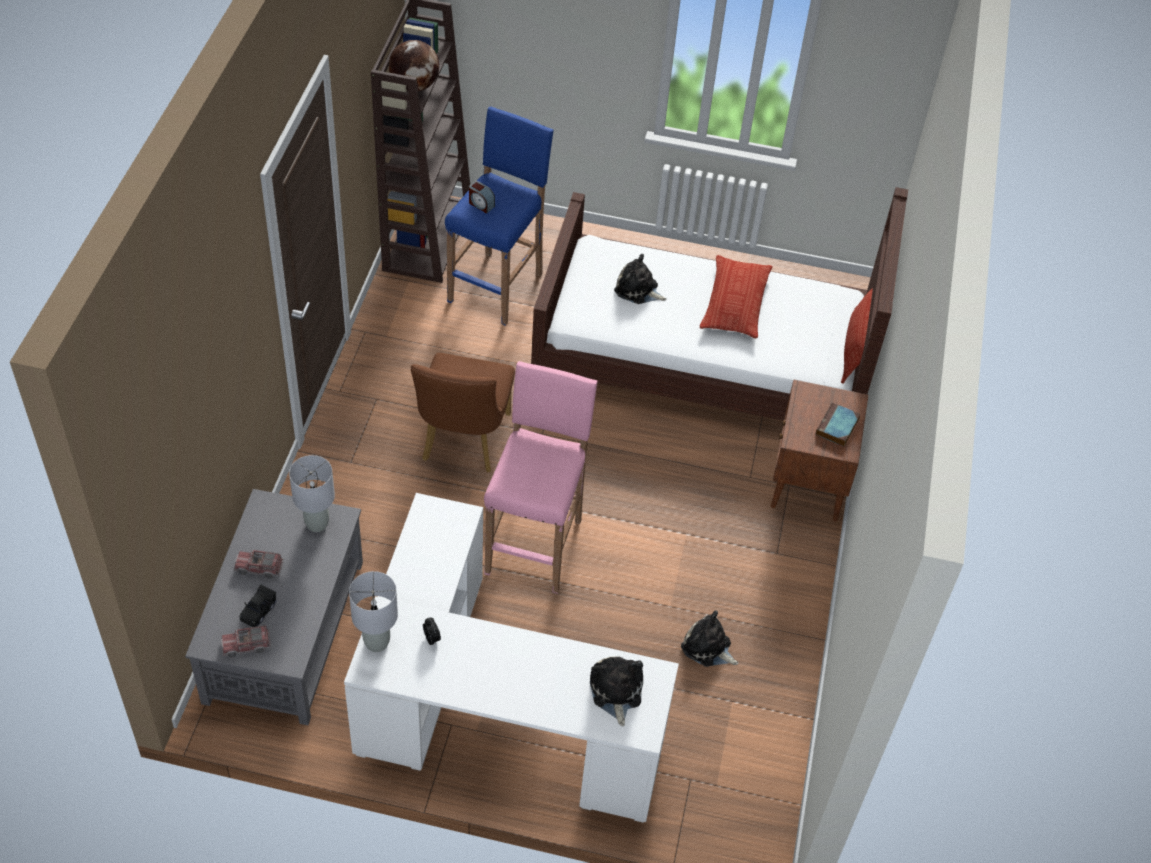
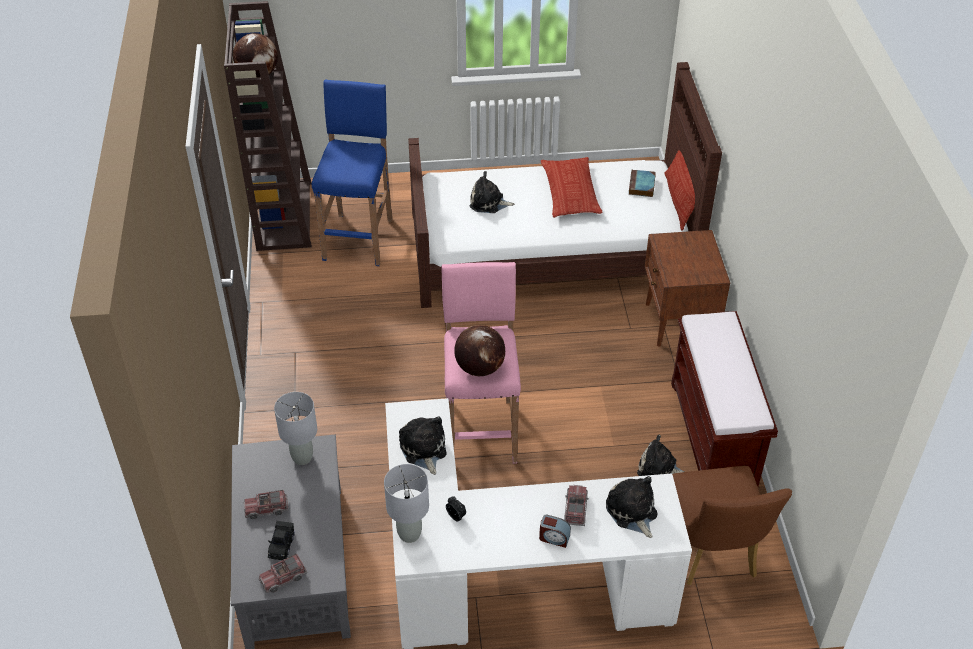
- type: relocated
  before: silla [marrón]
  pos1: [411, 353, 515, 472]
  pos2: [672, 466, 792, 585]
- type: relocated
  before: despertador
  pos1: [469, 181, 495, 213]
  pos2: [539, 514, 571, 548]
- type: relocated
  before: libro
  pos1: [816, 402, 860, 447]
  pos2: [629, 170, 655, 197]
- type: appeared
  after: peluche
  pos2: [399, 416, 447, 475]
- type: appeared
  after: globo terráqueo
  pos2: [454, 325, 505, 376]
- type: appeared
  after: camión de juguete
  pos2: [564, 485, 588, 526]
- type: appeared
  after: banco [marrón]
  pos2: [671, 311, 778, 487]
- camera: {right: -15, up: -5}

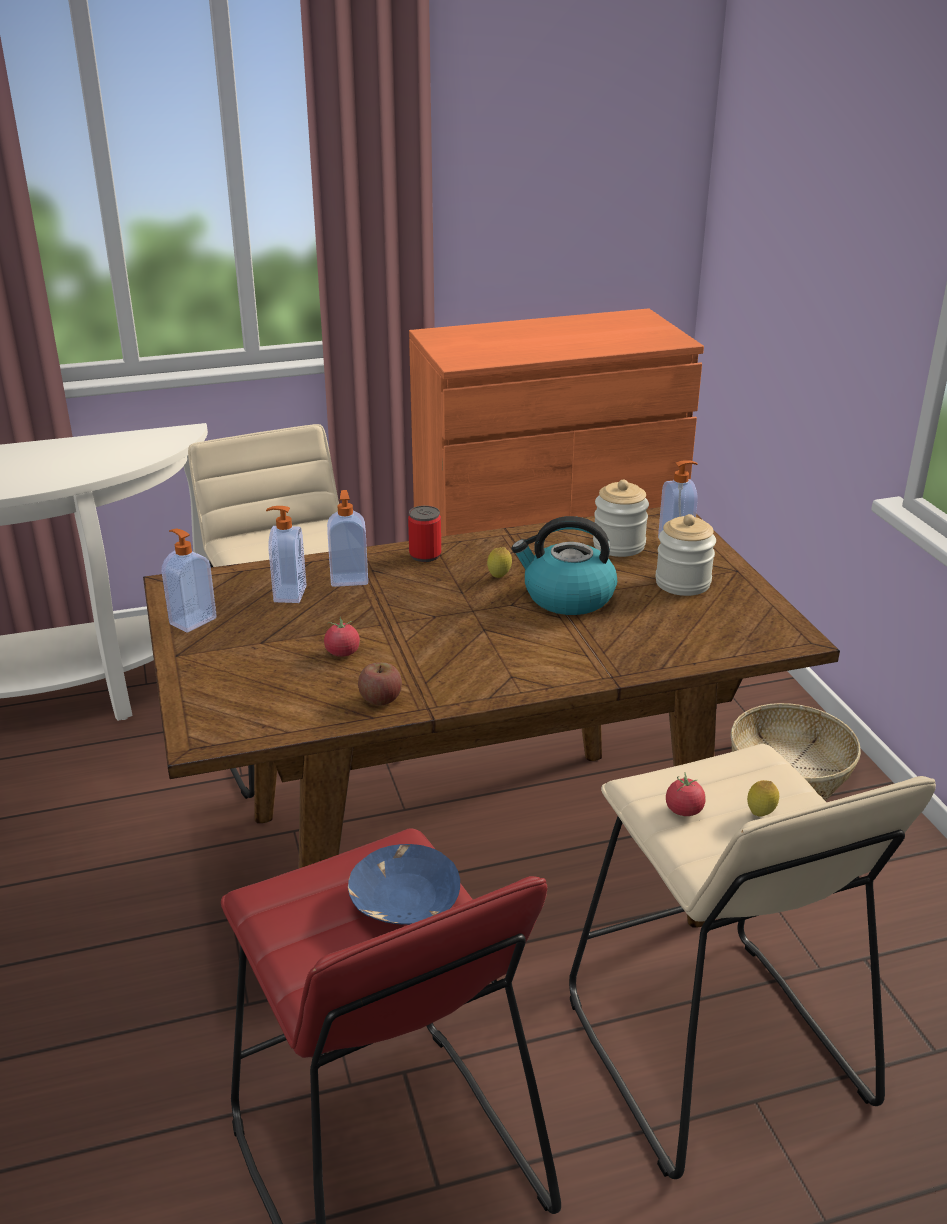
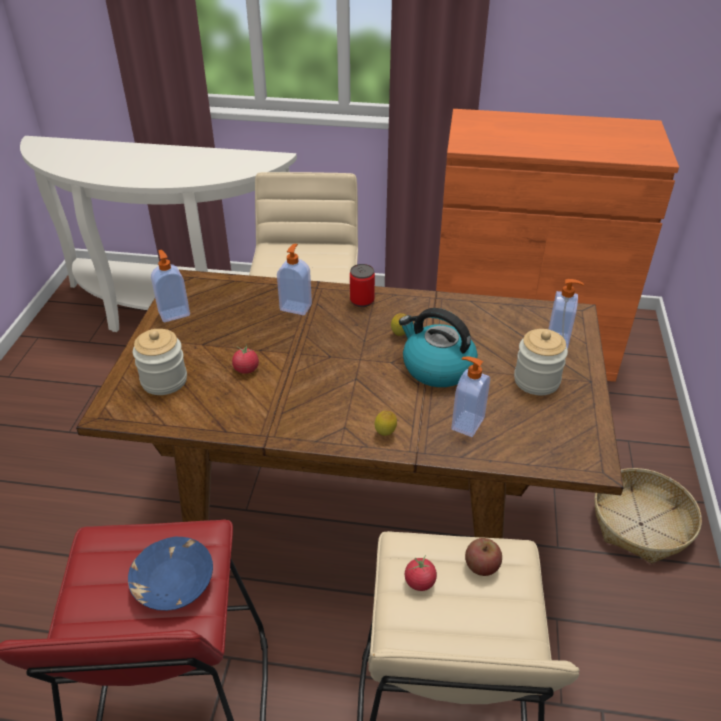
- type: relocated
  before: dispensador de jabón
  pos1: [266, 506, 306, 603]
  pos2: [451, 357, 490, 437]
- type: relocated
  before: manzana
  pos1: [358, 662, 402, 705]
  pos2: [465, 538, 502, 576]
- type: relocated
  before: tarro
  pos1: [593, 480, 649, 557]
  pos2: [133, 329, 187, 395]
- type: relocated
  before: limón
  pos1: [747, 780, 779, 817]
  pos2: [375, 411, 397, 436]
- camera: {right: 25, up: 10}

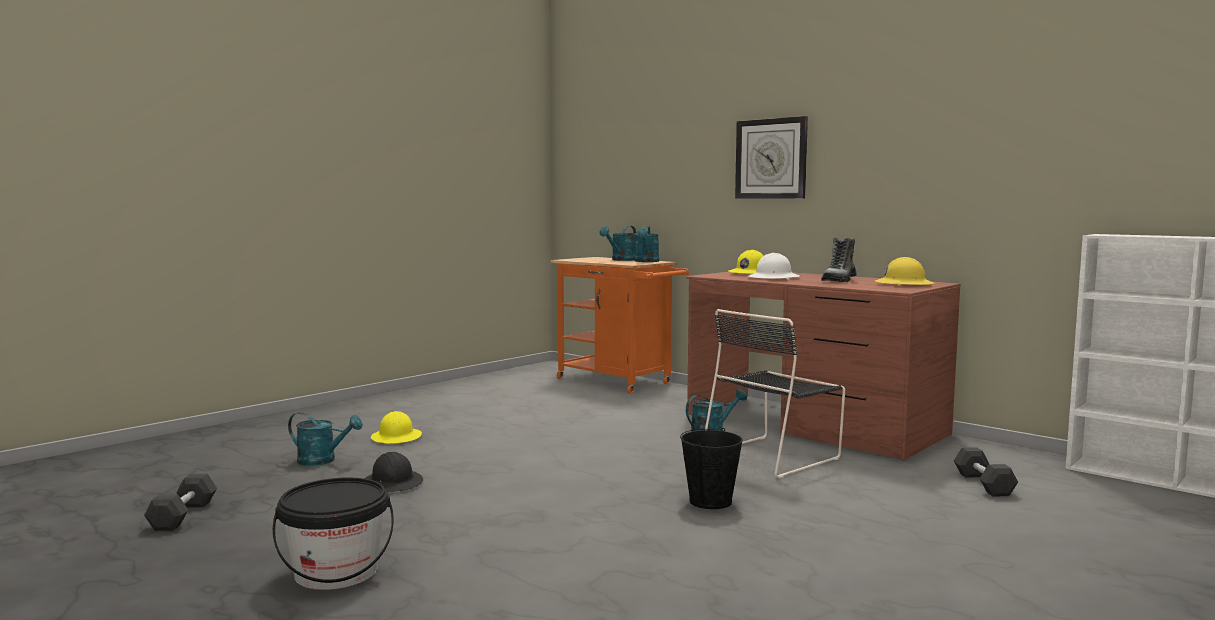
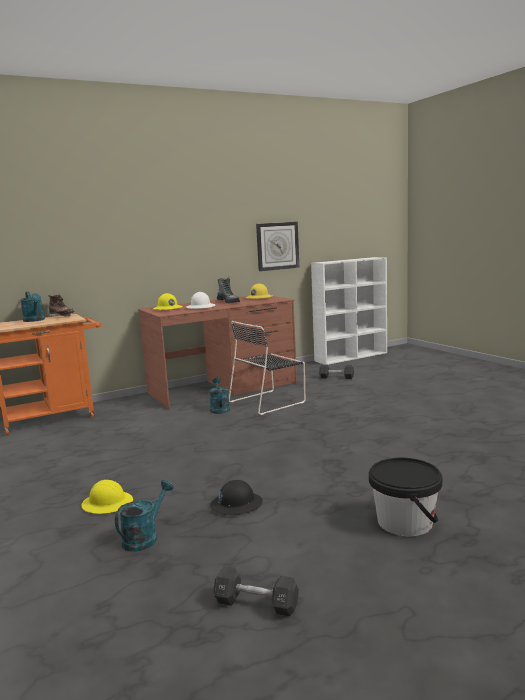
- type: exchanged
  before: regadera [turquesa]
  after: bota [marrón]
  pos1: [635, 226, 659, 262]
  pos2: [48, 294, 74, 317]
- type: missing
  before: cubo [negro]
  pos1: [680, 428, 743, 509]
- type: spun
  before: silla [negro]
  pos1: [705, 309, 845, 478]
  pos2: [229, 321, 305, 415]
  turn: 75
- type: relocated
  before: reloj de pared
  pos1: [735, 116, 808, 199]
  pos2: [256, 222, 299, 271]
- camera: {right: -70, up: 5}

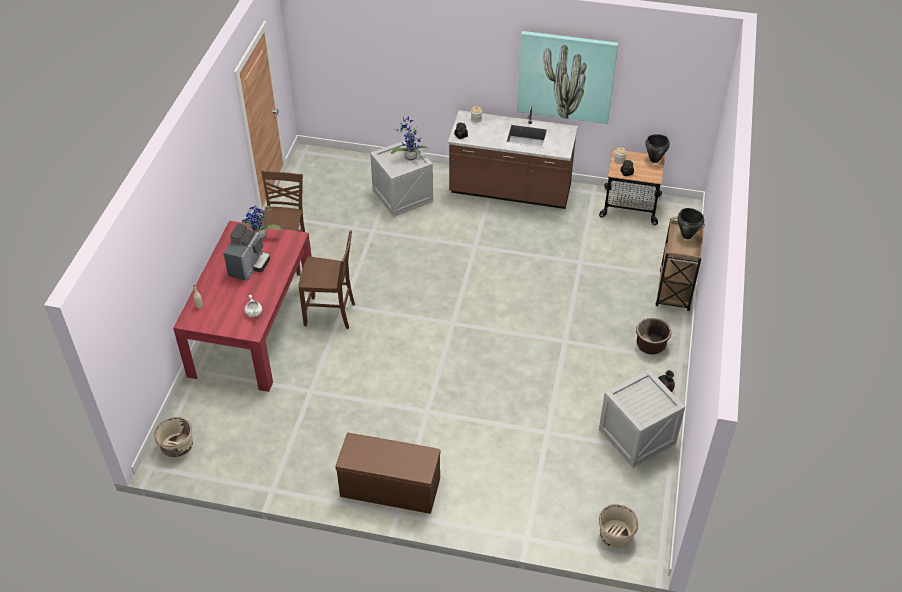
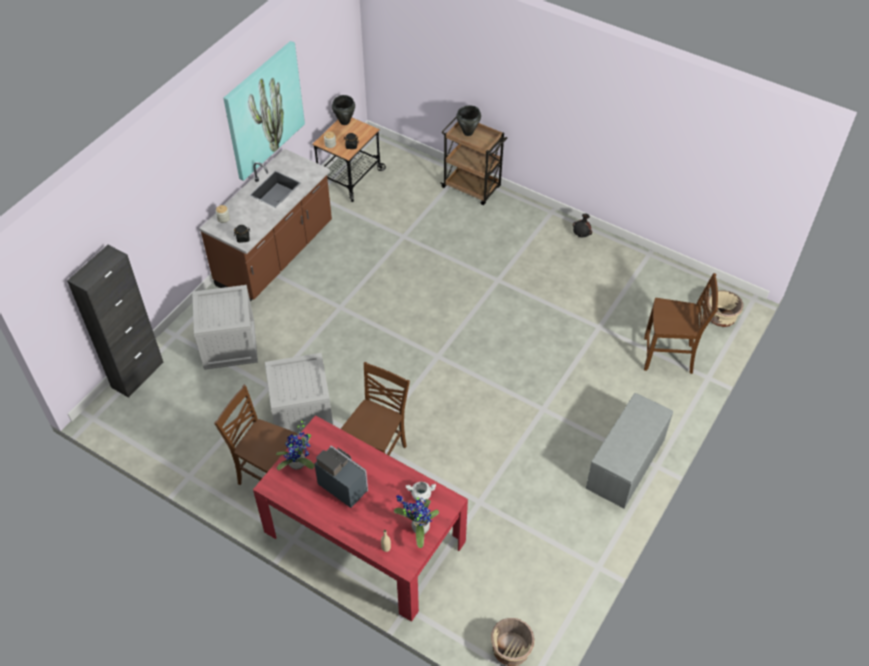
- type: colour
  before: banco [marrón]
  after: banco [gris]
  pos1: [335, 433, 441, 514]
  pos2: [586, 393, 673, 508]
- type: relocated
  before: planta en maceta
  pos1: [391, 116, 428, 161]
  pos2: [394, 494, 439, 548]
- type: relocated
  before: caja de embalaje
  pos1: [599, 369, 685, 468]
  pos2: [265, 353, 333, 435]
- type: missing
  before: maceta [marrón]
  pos1: [636, 318, 671, 355]
- type: appeared
  after: armario [negro]
  pos2: [67, 245, 164, 398]
- type: appeared
  after: silla [marrón]
  pos2: [644, 273, 718, 374]
- camera: {right: -70, up: 5}

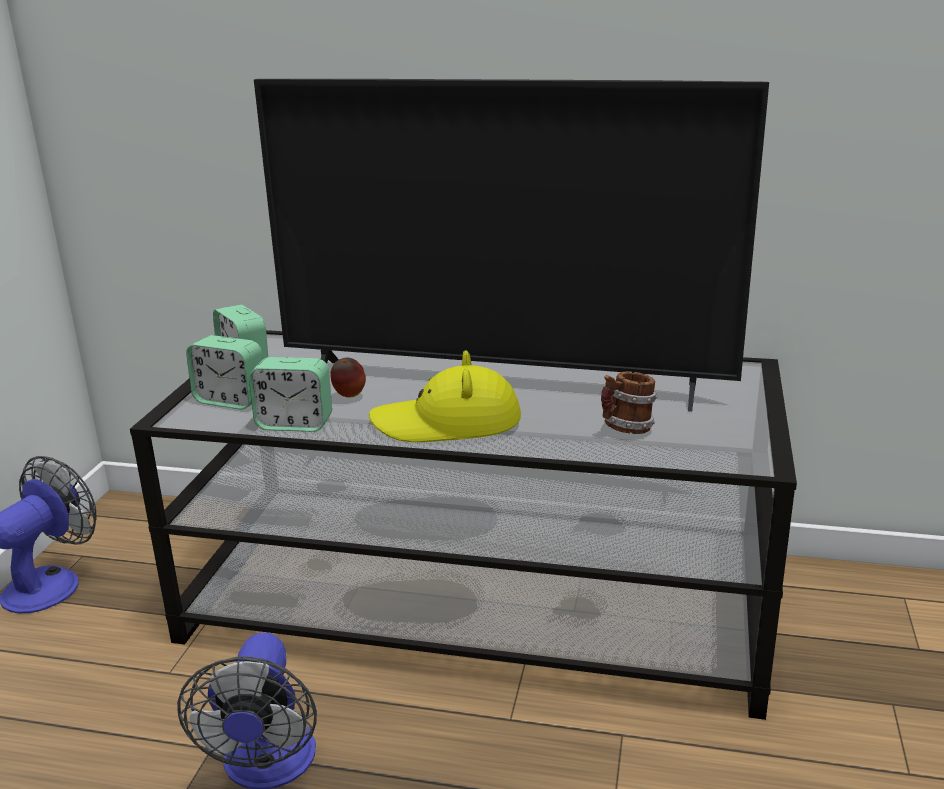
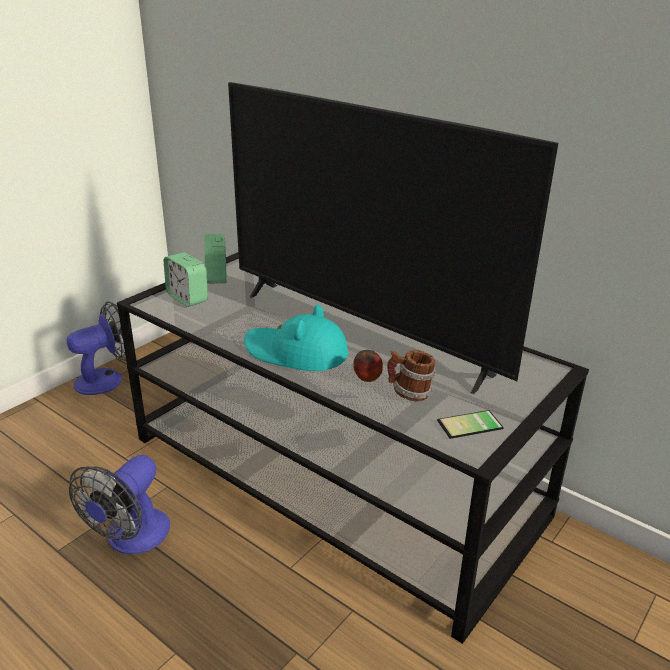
- type: missing
  before: despertador
  pos1: [249, 357, 332, 432]
- type: relocated
  before: manzana
  pos1: [330, 357, 366, 398]
  pos2: [353, 350, 383, 382]
- type: colour
  before: sombrero [amarillo]
  after: sombrero [turquesa]
  pos1: [369, 351, 521, 442]
  pos2: [244, 304, 348, 371]
- type: appeared
  after: móvil
  pos2: [437, 410, 504, 439]
- camera: {right: 25, up: 5}

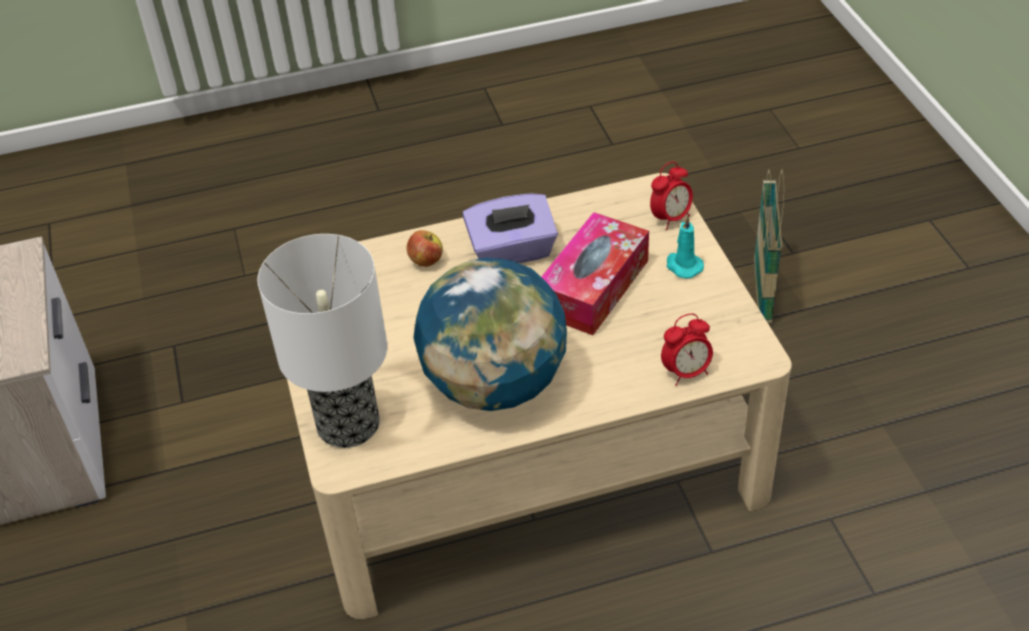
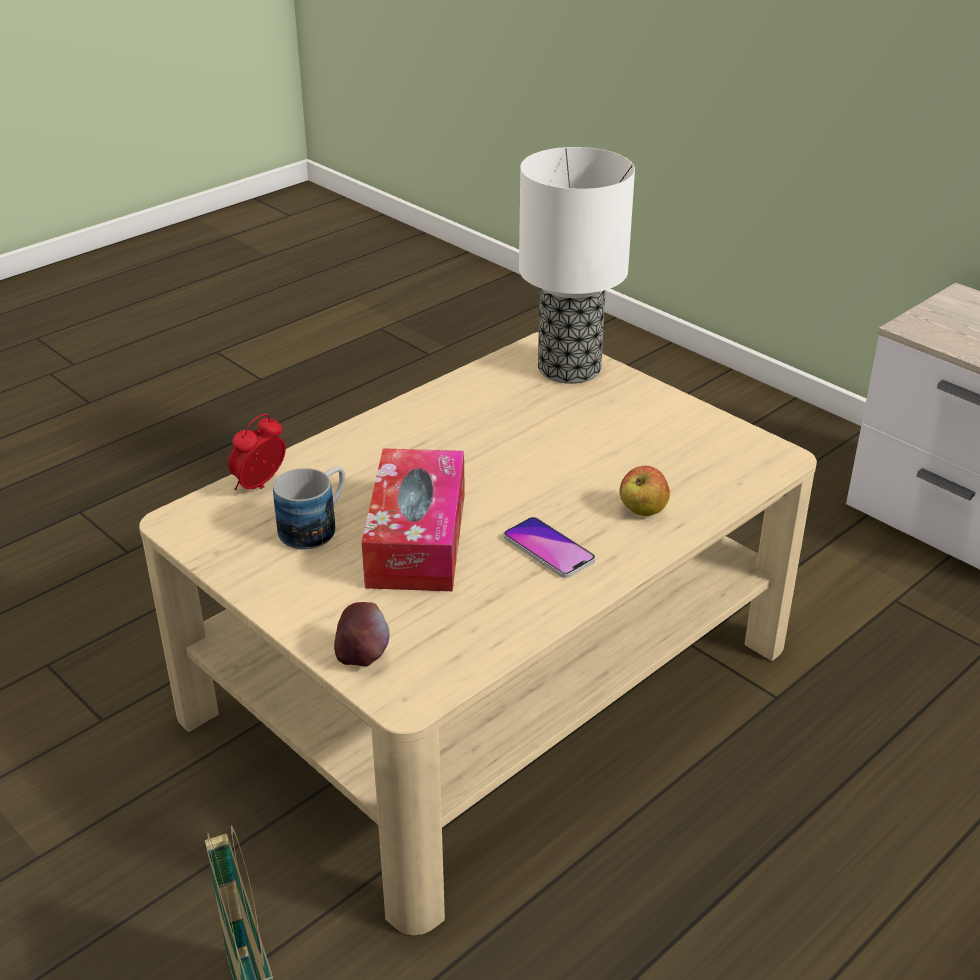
- type: missing
  before: globo terráqueo
  pos1: [413, 257, 567, 411]
- type: exchanged
  before: caja de pañuelos [morado]
  after: móvil
  pos1: [462, 193, 558, 263]
  pos2: [504, 517, 595, 578]
- type: exchanged
  before: despertador
  after: manzana
  pos1: [650, 161, 693, 230]
  pos2: [334, 602, 389, 667]
- type: missing
  before: vela [turquesa]
  pos1: [667, 215, 704, 279]
- type: appeared
  after: taza grande
  pos2: [273, 466, 345, 549]
- camera: {right: 150, up: -10}

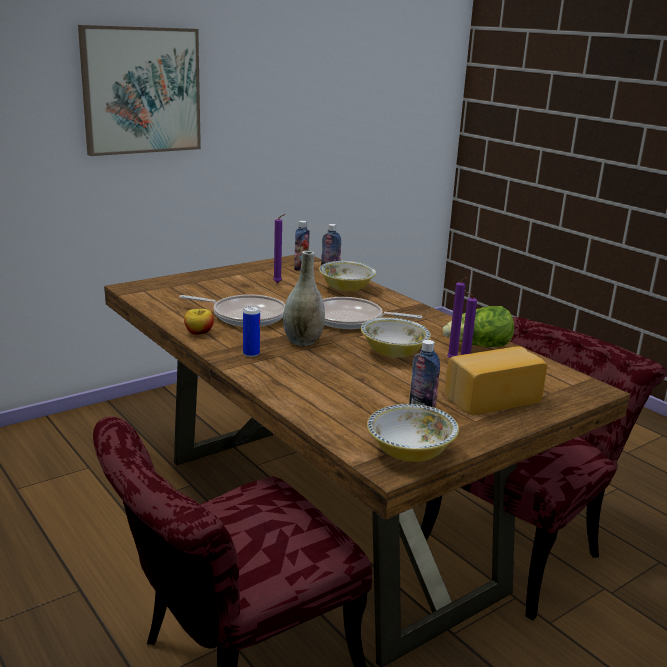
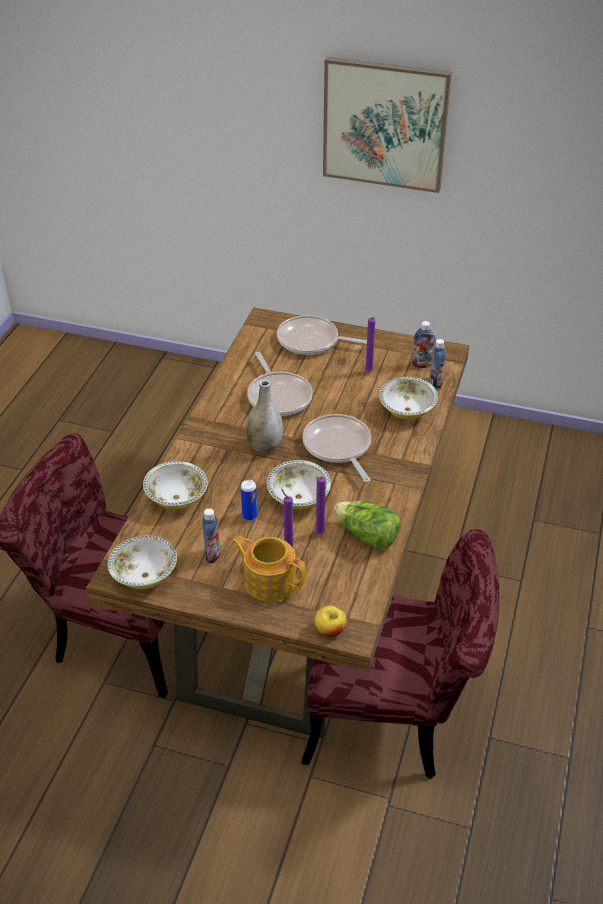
- type: relocated
  before: manzana
  pos1: [184, 309, 214, 335]
  pos2: [314, 605, 347, 637]
- type: relocated
  before: lata
  pos1: [243, 306, 260, 357]
  pos2: [241, 480, 257, 521]
- type: exchanged
  before: pan
  after: tetera
  pos1: [445, 346, 547, 415]
  pos2: [232, 535, 306, 601]
- type: appeared
  after: cuenco
  pos2: [143, 461, 208, 509]
- type: appeared
  after: sartén
  pos2: [277, 315, 367, 355]
- camera: {right: 55, up: 20}

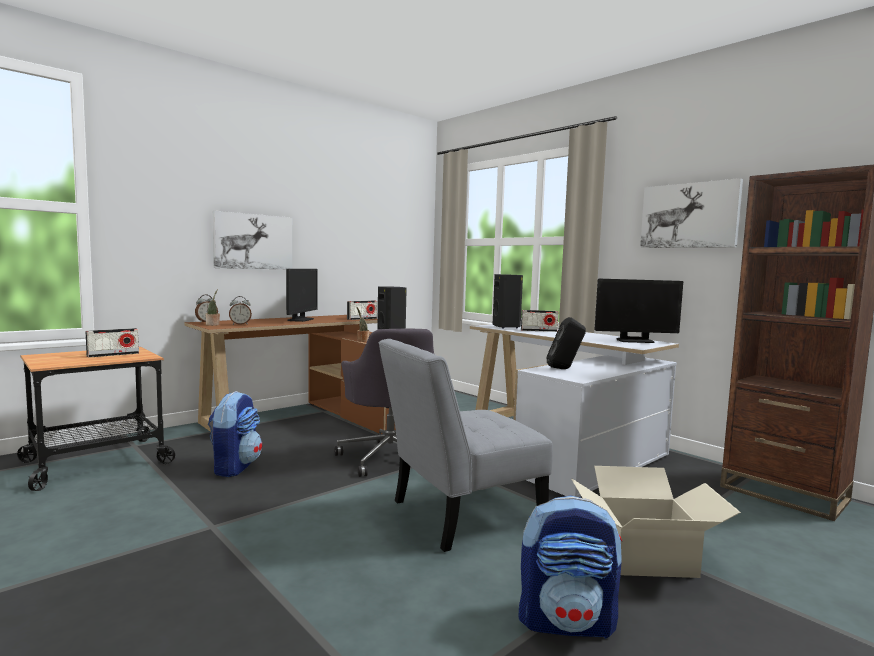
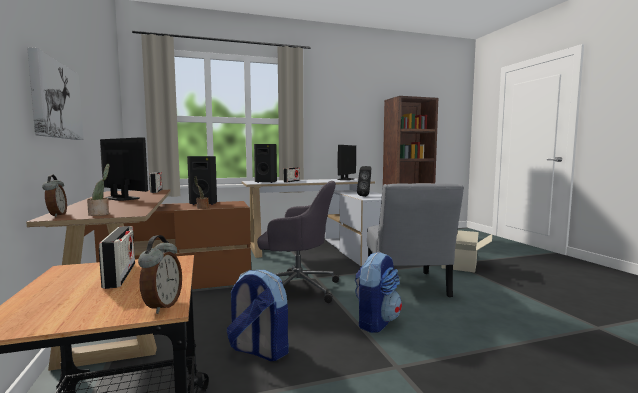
- type: relocated
  before: despertador
  pos1: [229, 296, 252, 325]
  pos2: [138, 235, 182, 314]
- type: relocated
  before: mochila
  pos1: [518, 496, 622, 639]
  pos2: [355, 251, 402, 333]
- type: missing
  before: cuadro
  pos1: [640, 178, 743, 248]
- camera: {right: -65, up: 0}

